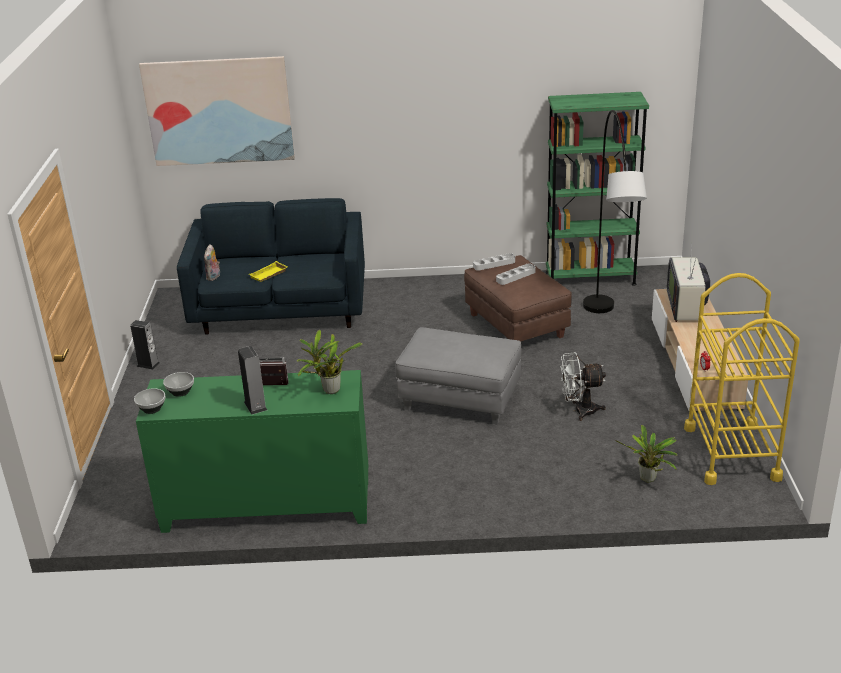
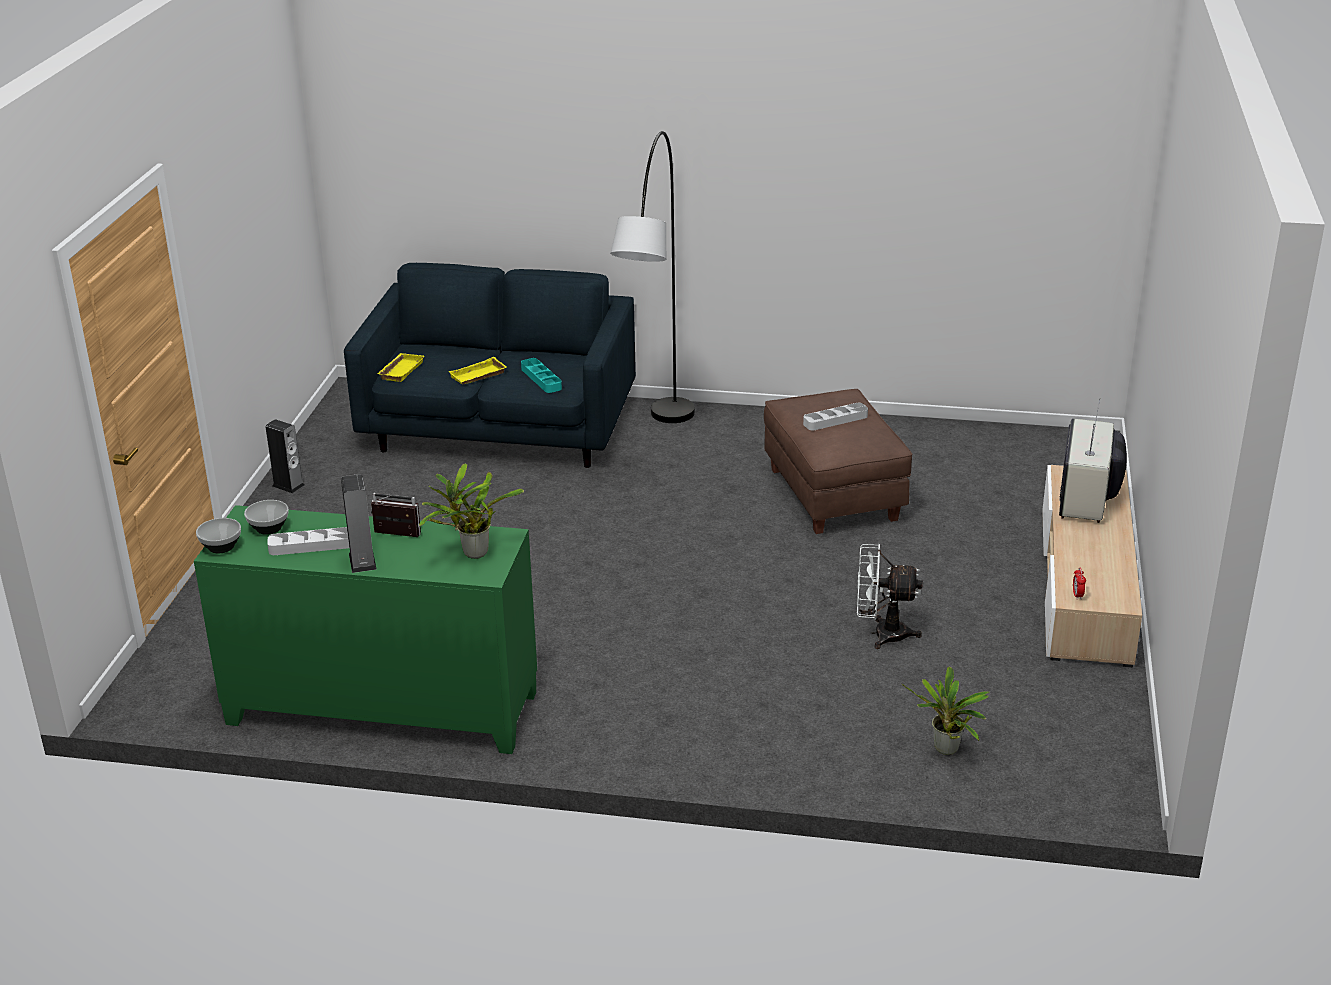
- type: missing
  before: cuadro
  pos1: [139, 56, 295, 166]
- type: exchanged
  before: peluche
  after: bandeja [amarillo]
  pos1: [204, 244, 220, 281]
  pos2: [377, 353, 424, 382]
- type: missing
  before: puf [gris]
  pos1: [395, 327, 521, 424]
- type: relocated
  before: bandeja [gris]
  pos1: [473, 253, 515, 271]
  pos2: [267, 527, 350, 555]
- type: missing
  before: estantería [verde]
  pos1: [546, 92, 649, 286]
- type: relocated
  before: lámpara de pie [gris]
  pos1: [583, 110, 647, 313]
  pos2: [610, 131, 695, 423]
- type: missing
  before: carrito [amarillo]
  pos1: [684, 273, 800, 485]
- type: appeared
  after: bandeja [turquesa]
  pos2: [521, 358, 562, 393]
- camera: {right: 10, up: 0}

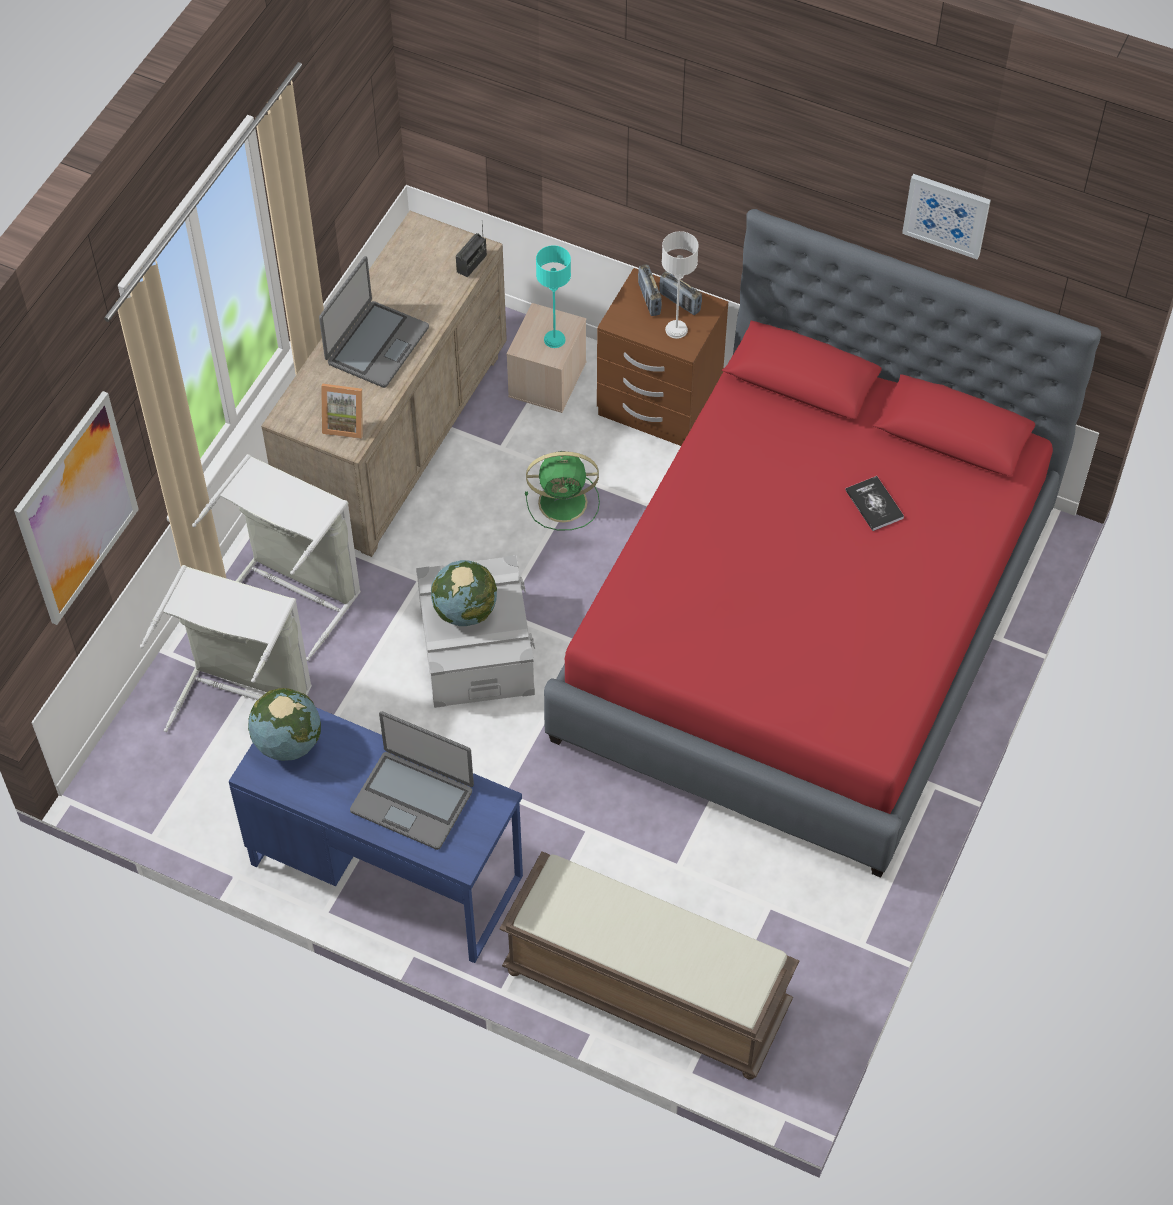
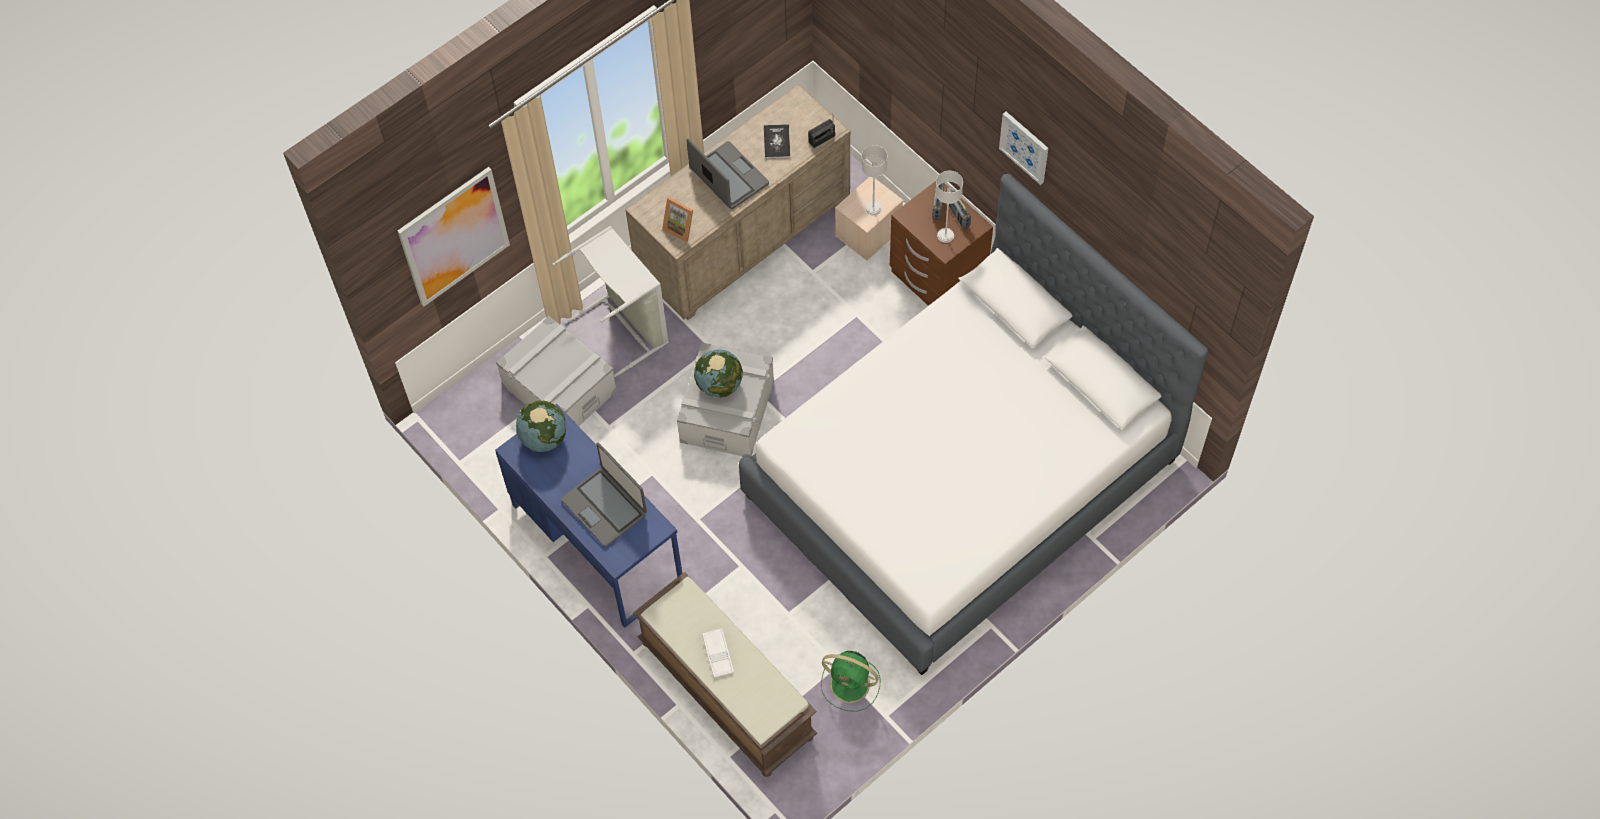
- type: exchanged
  before: cesto de la ropa [gris]
  after: caja de almacenaje [gris]
  pos1: [140, 565, 312, 732]
  pos2: [496, 316, 617, 426]
- type: spun
  before: portátil
  pos1: [319, 256, 429, 388]
  pos2: [686, 138, 769, 209]
  turn: -90
- type: relocated
  before: ventilador [verde]
  pos1: [525, 451, 600, 530]
  pos2: [821, 651, 880, 712]
- type: colour
  before: lámpara de mesa [turquesa]
  after: lámpara de mesa [gris]
  pos1: [536, 245, 571, 348]
  pos2: [861, 145, 887, 215]
- type: colour
  before: cama [rojo]
  after: cama [blanco]
  pos1: [544, 209, 1101, 878]
  pos2: [739, 174, 1209, 675]
- type: relocated
  before: libro
  pos1: [845, 476, 904, 531]
  pos2: [764, 124, 790, 159]
- type: relocated
  before: cuadro
  pos1: [902, 174, 991, 260]
  pos2: [999, 112, 1048, 185]
- type: appeared
  after: bandeja [blanco]
  pos2: [702, 628, 734, 678]
- camera: {right: 25, up: 5}

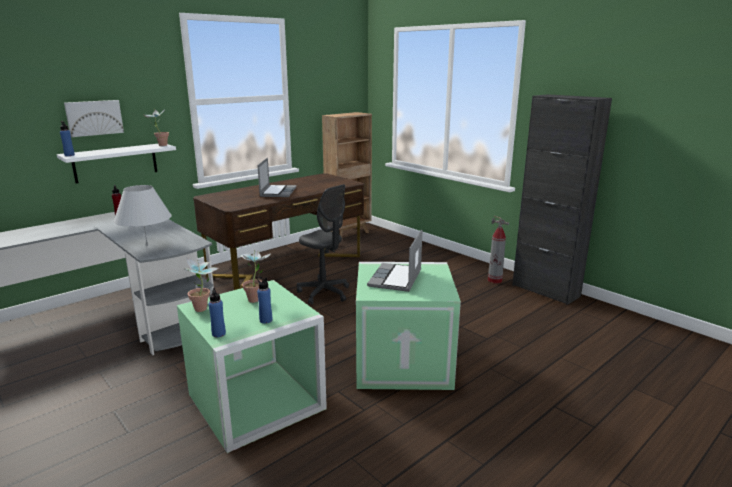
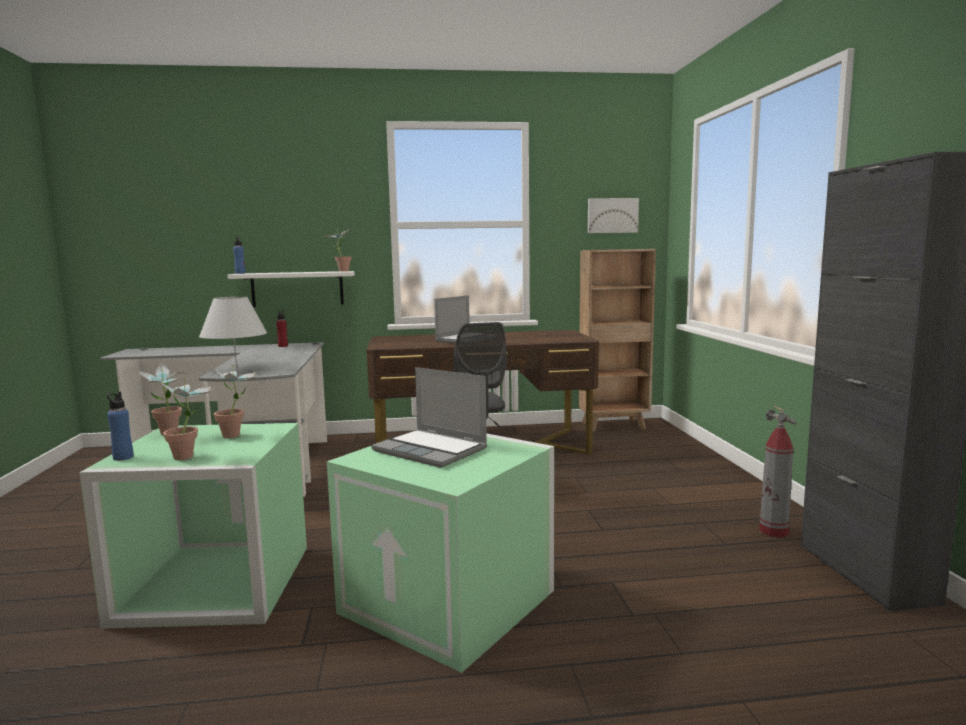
- type: relocated
  before: cuadro
  pos1: [64, 100, 124, 137]
  pos2: [588, 198, 639, 233]
- type: exchanged
  before: botella [azul]
  after: planta en maceta
  pos1: [256, 276, 272, 323]
  pos2: [158, 378, 213, 461]
- type: spun
  before: portátil
  pos1: [367, 229, 422, 292]
  pos2: [371, 367, 487, 468]
  turn: -105
- camera: {right: 35, up: -10}

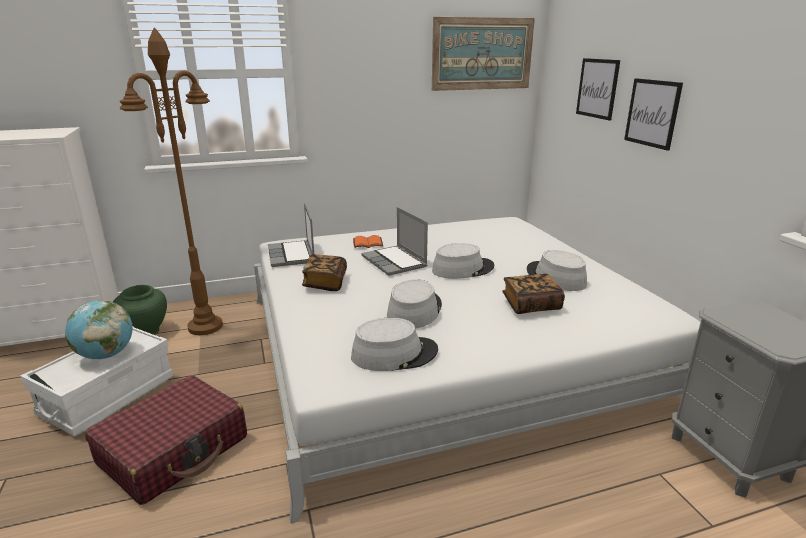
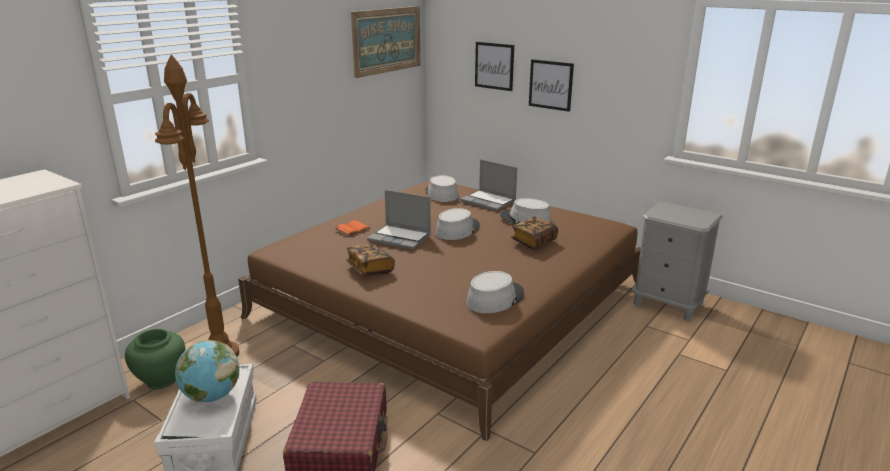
- type: colour
  before: cama [blanco]
  after: cama [marrón]
  pos1: [254, 217, 700, 523]
  pos2: [238, 180, 641, 441]
- type: relocated
  before: portátil
  pos1: [268, 203, 314, 267]
  pos2: [460, 159, 517, 211]
- type: relocated
  before: sombrero [gris]
  pos1: [387, 279, 442, 329]
  pos2: [425, 175, 459, 202]
- camera: {right: -35, up: 0}

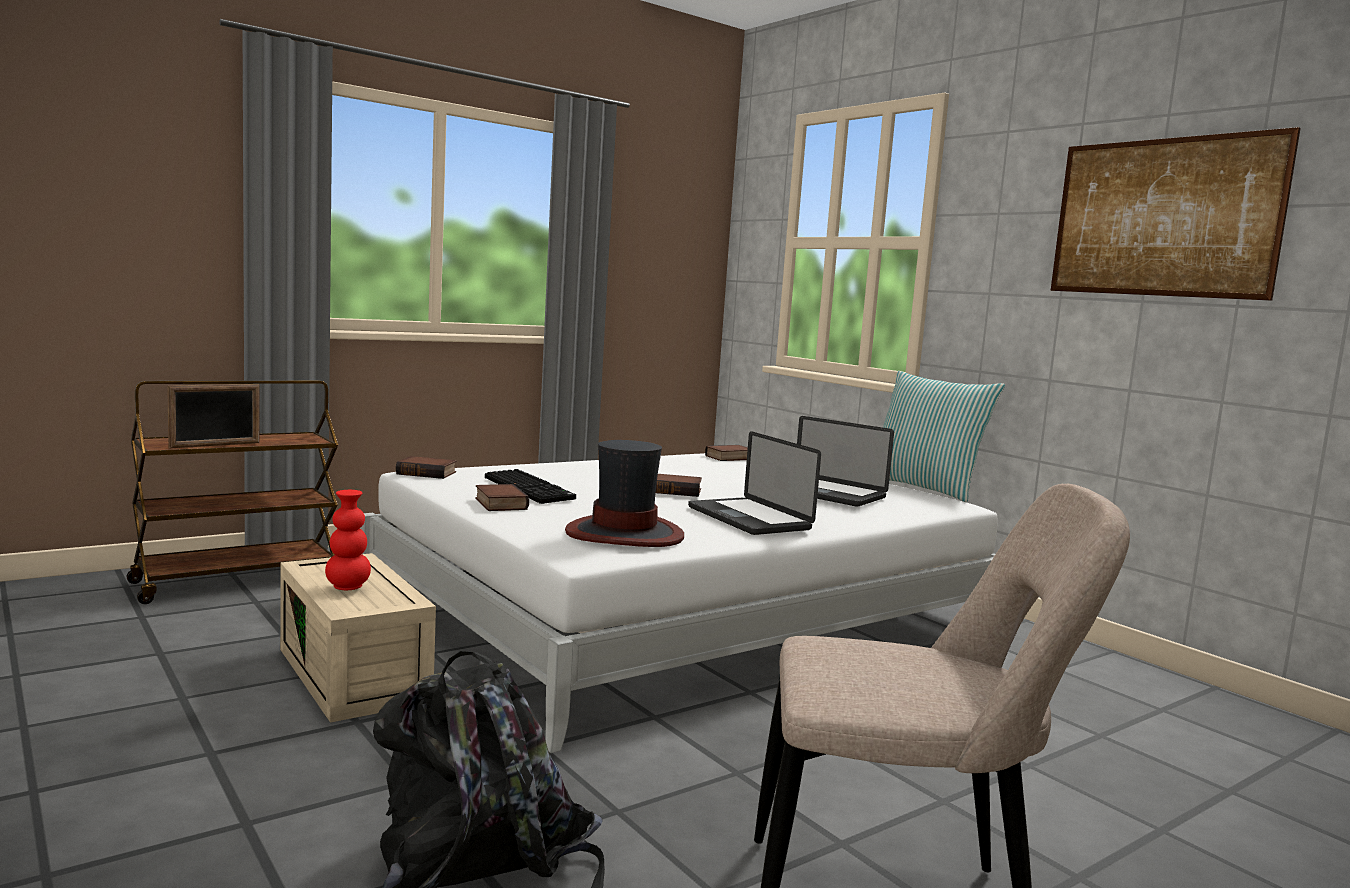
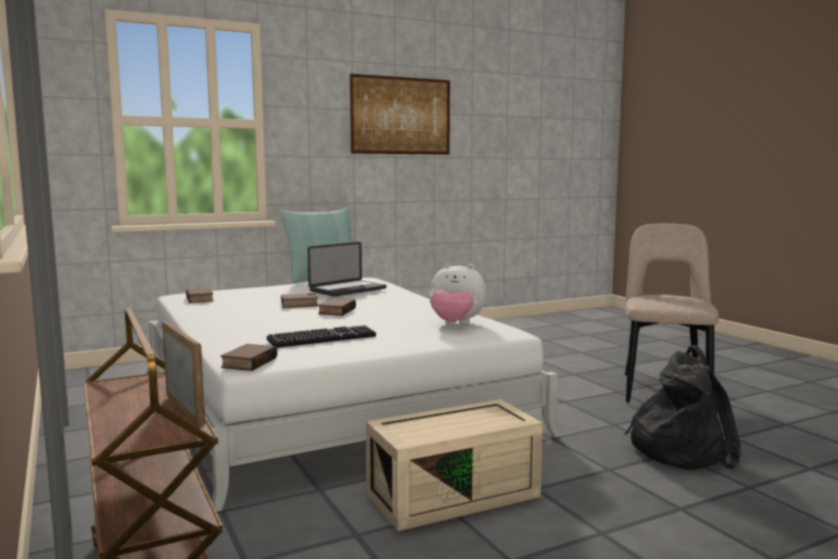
- type: missing
  before: florero [rojo]
  pos1: [325, 490, 371, 590]
- type: relocated
  before: libro
  pos1: [475, 484, 529, 511]
  pos2: [281, 293, 318, 308]
- type: exchanged
  before: sombrero
  after: peluche
  pos1: [565, 440, 684, 547]
  pos2: [429, 263, 486, 324]
- type: missing
  before: portátil
  pos1: [688, 431, 821, 535]
- camera: {right: -80, up: 0}

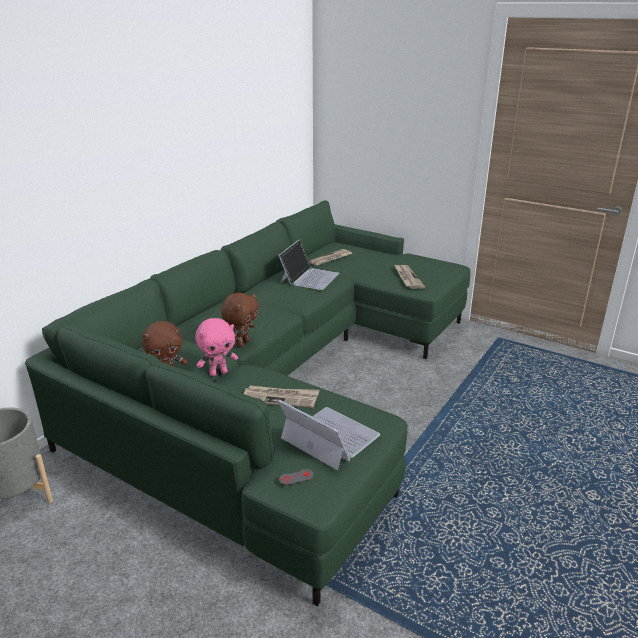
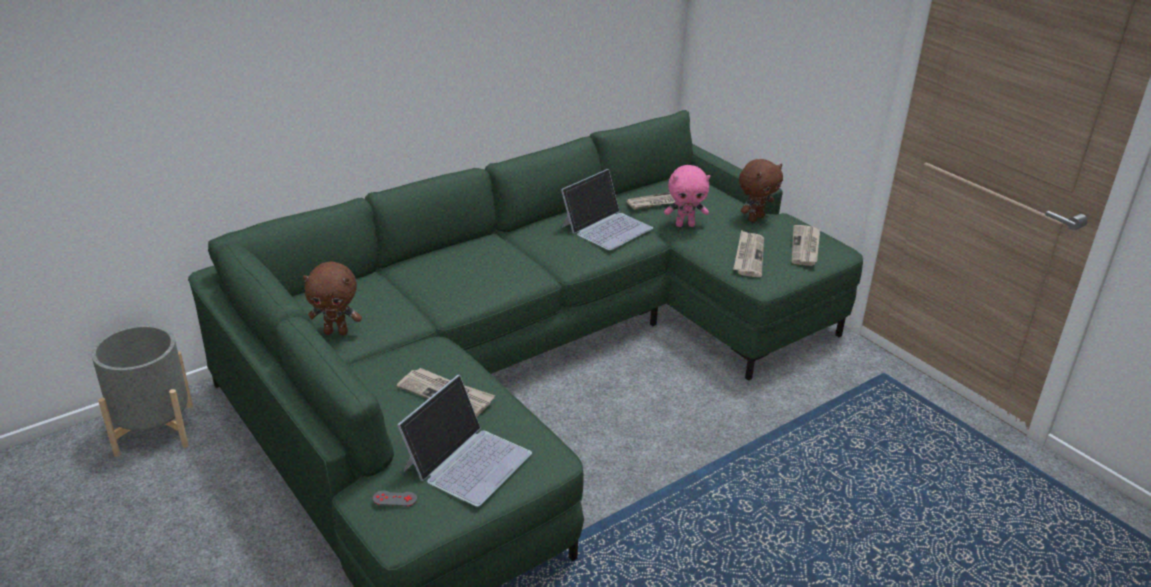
- type: relocated
  before: peluche [rosa]
  pos1: [195, 318, 238, 376]
  pos2: [664, 165, 710, 227]
- type: relocated
  before: peluche [marrón]
  pos1: [221, 293, 259, 348]
  pos2: [739, 159, 783, 222]
- type: spun
  before: portátil
  pos1: [278, 400, 380, 470]
  pos2: [397, 375, 532, 507]
  turn: 60
- type: appeared
  after: periódico
  pos2: [792, 225, 820, 266]
- camera: {right: 20, up: 5}

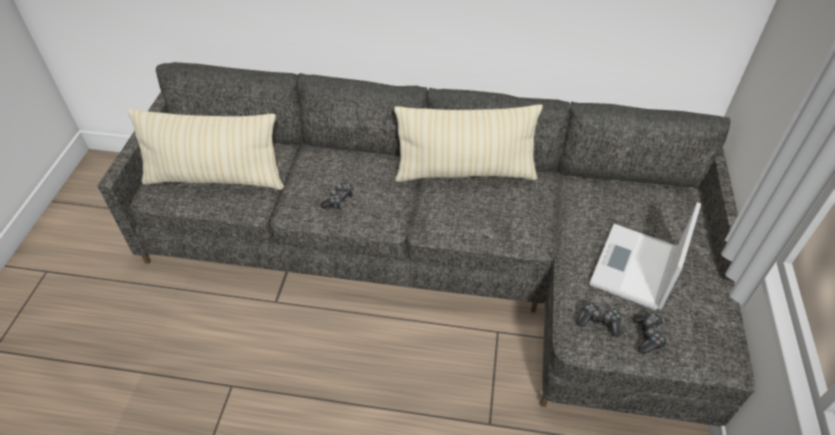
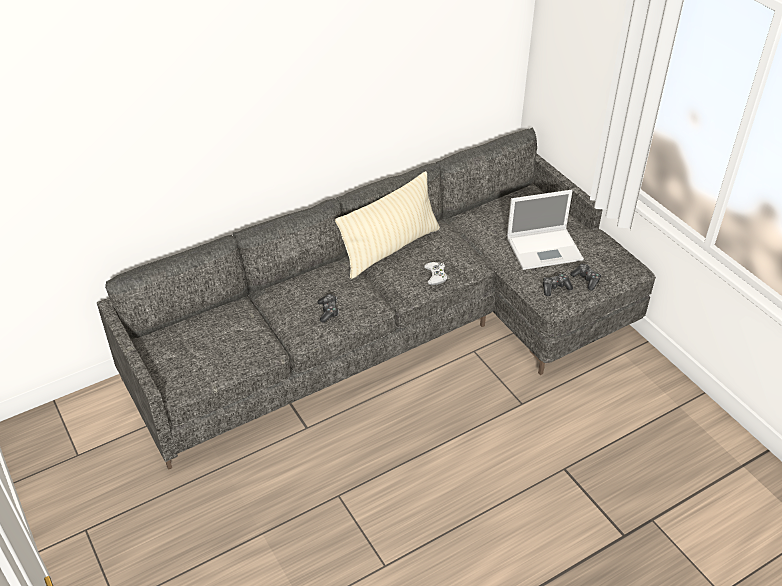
- type: missing
  before: cojín [beis]
  pos1: [128, 109, 284, 190]
- type: spun
  before: portátil
  pos1: [590, 202, 701, 310]
  pos2: [507, 190, 584, 270]
  turn: -90
- type: appeared
  after: mando de consola [blanco]
  pos2: [424, 262, 448, 285]
- camera: {right: -40, up: -5}

